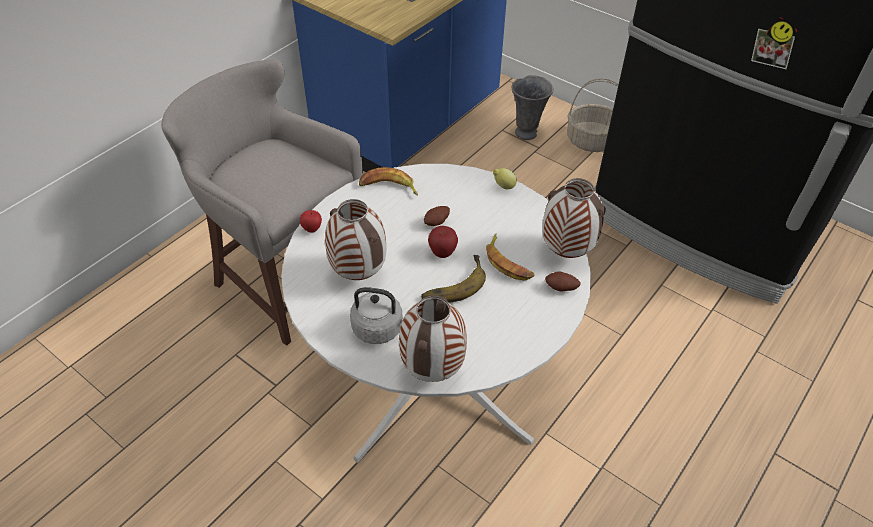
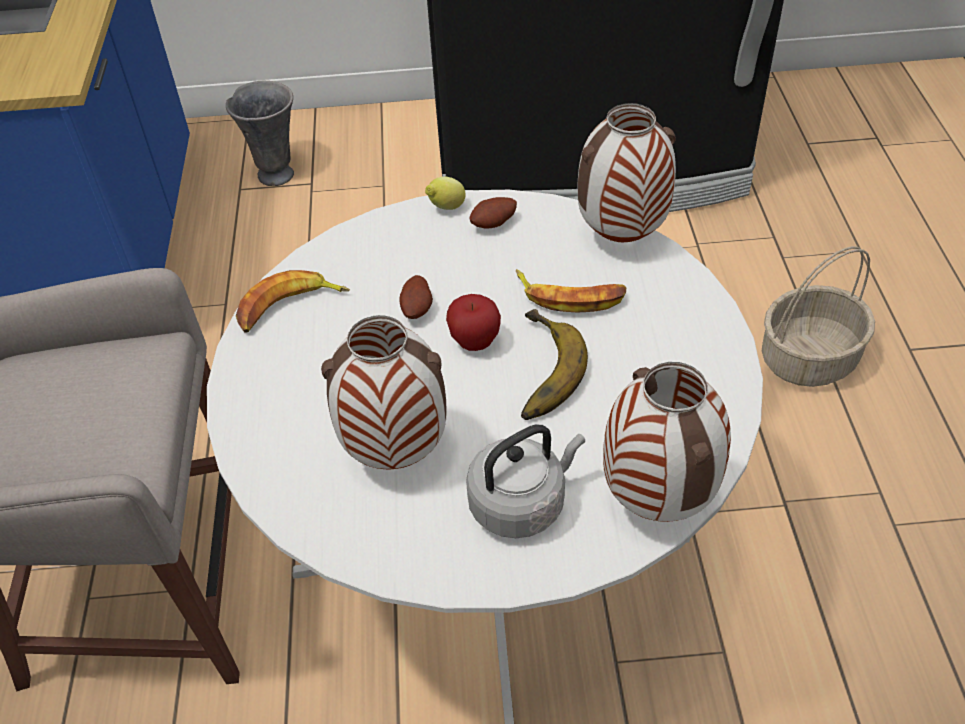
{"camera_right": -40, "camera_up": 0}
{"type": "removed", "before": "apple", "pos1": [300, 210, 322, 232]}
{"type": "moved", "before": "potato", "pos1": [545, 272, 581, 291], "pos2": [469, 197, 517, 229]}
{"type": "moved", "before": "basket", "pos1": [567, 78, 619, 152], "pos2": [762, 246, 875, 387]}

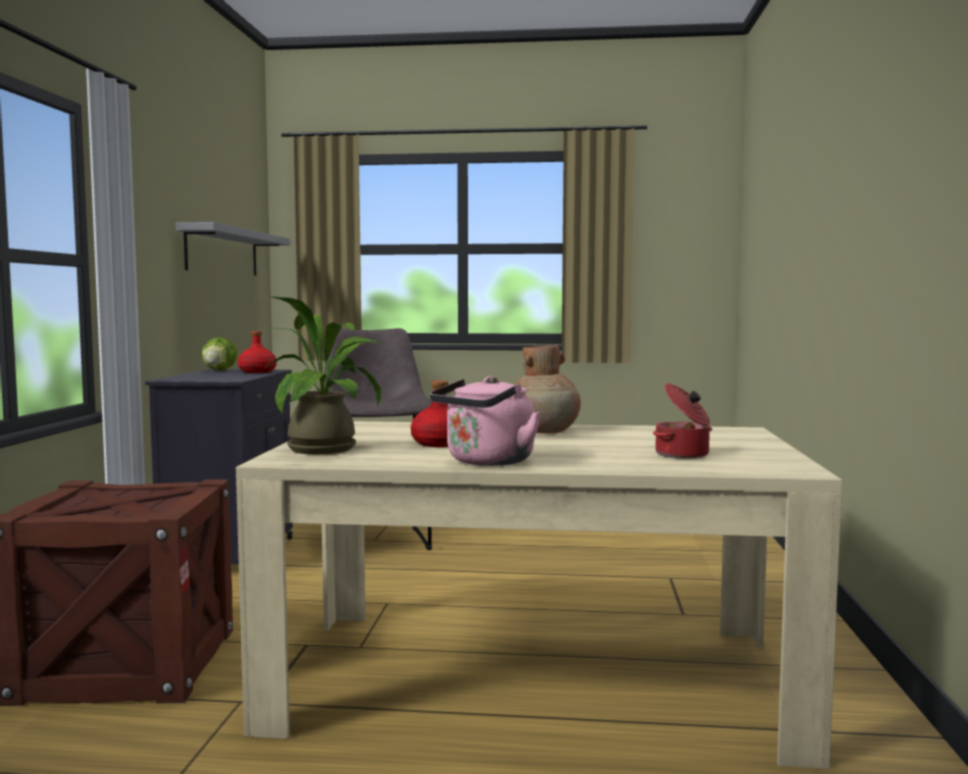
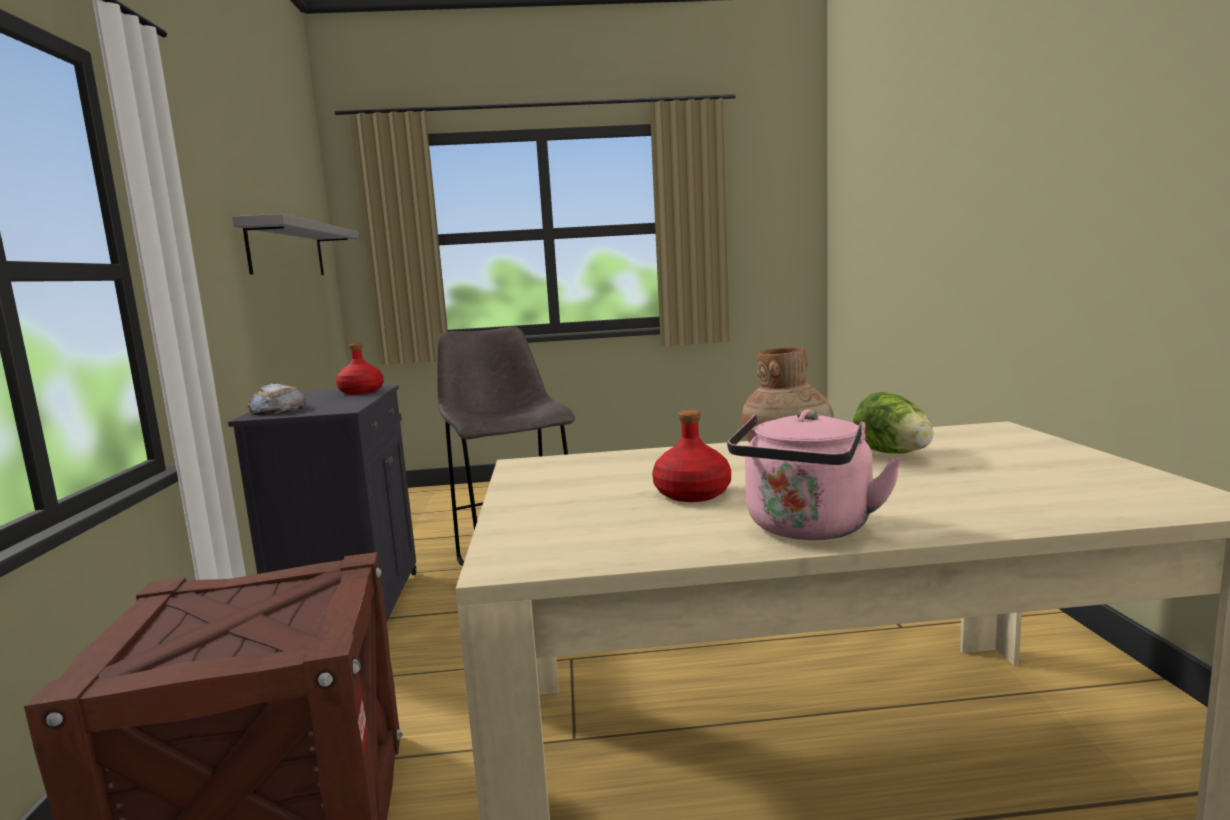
{"camera_right": -10, "camera_up": 5}
{"type": "moved", "before": "lettuce", "pos1": [201, 338, 238, 370], "pos2": [853, 392, 933, 454]}
{"type": "removed", "before": "potted_plant", "pos1": [264, 297, 386, 454]}
{"type": "removed", "before": "cooking_pot", "pos1": [653, 383, 712, 459]}
{"type": "added", "after": "bread", "pos2": [248, 383, 306, 416]}

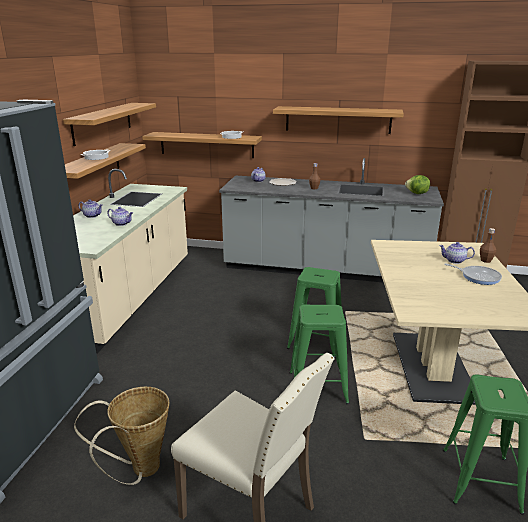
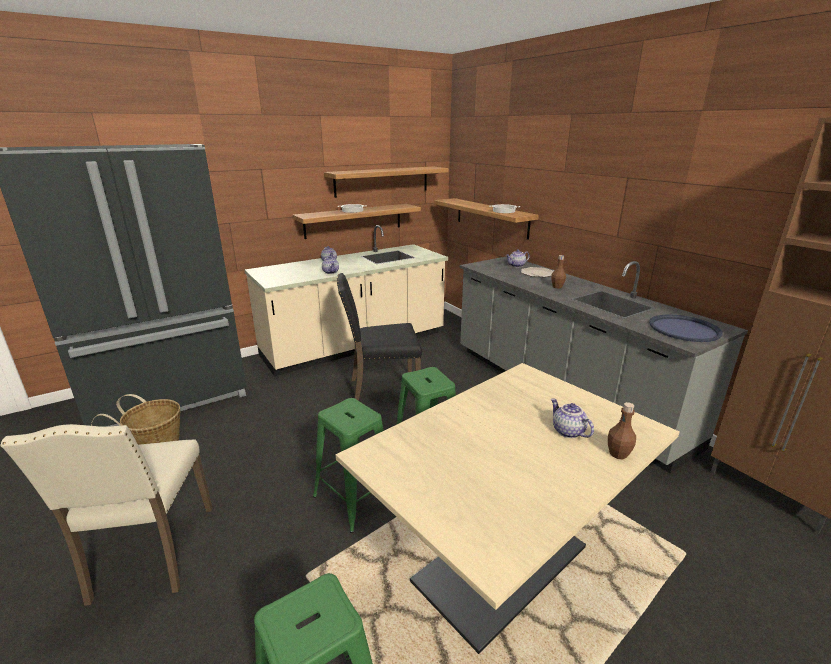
{"camera_right": 45, "camera_up": 0}
{"type": "removed", "before": "shelf", "pos1": [273, 106, 404, 134]}
{"type": "replaced", "before": "lettuce", "after": "blue_tray", "pos1": [405, 175, 430, 194], "pos2": [649, 314, 723, 342]}
{"type": "removed", "before": "frying_pan", "pos1": [444, 264, 502, 285]}
{"type": "added", "after": "black_chair", "pos2": [337, 273, 422, 401]}

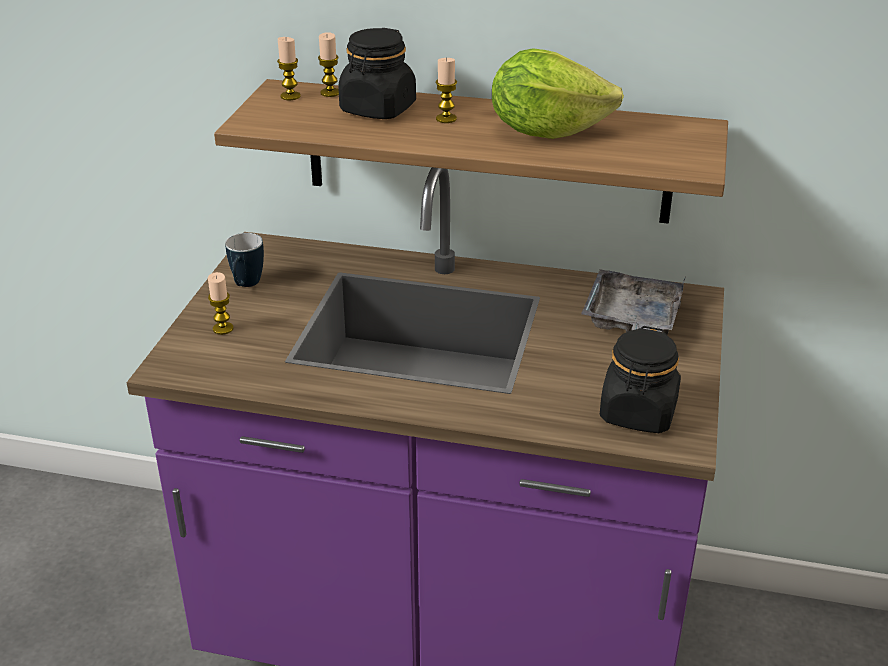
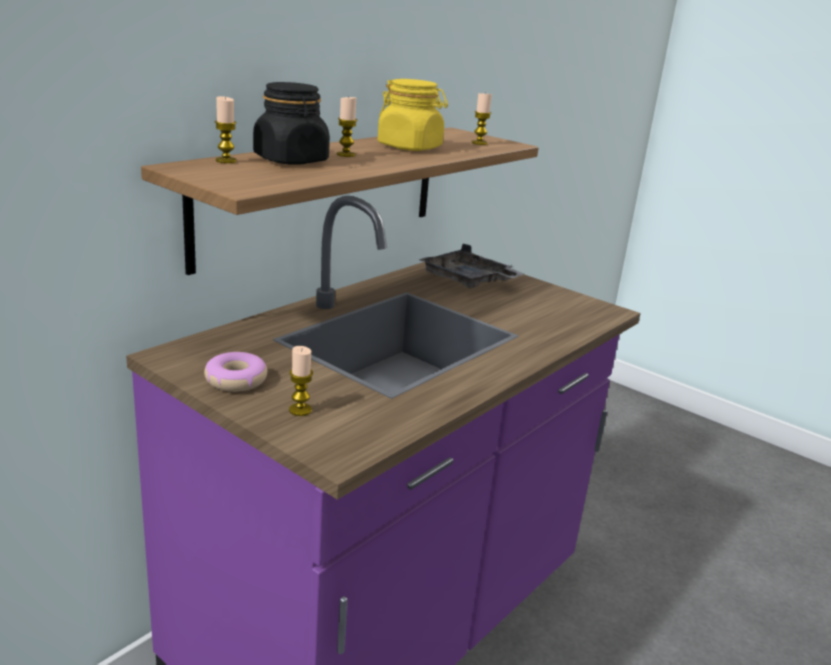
{"camera_right": -65, "camera_up": -10}
{"type": "replaced", "before": "mug", "after": "donut", "pos1": [225, 233, 264, 287], "pos2": [204, 352, 267, 392]}
{"type": "moved", "before": "candle", "pos1": [277, 37, 301, 100], "pos2": [471, 93, 492, 145]}
{"type": "replaced", "before": "lettuce", "after": "yellow_jar", "pos1": [492, 48, 624, 139], "pos2": [378, 79, 448, 151]}
{"type": "removed", "before": "black_jar", "pos1": [600, 326, 681, 433]}

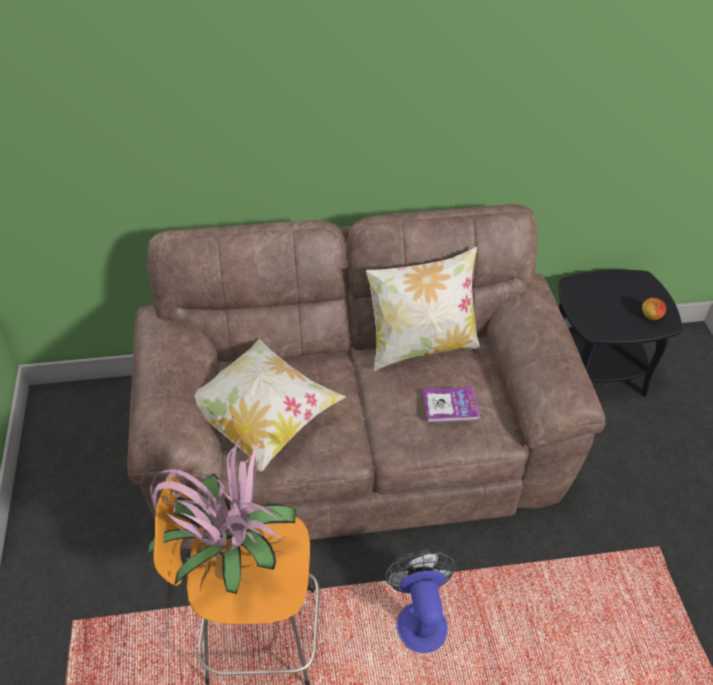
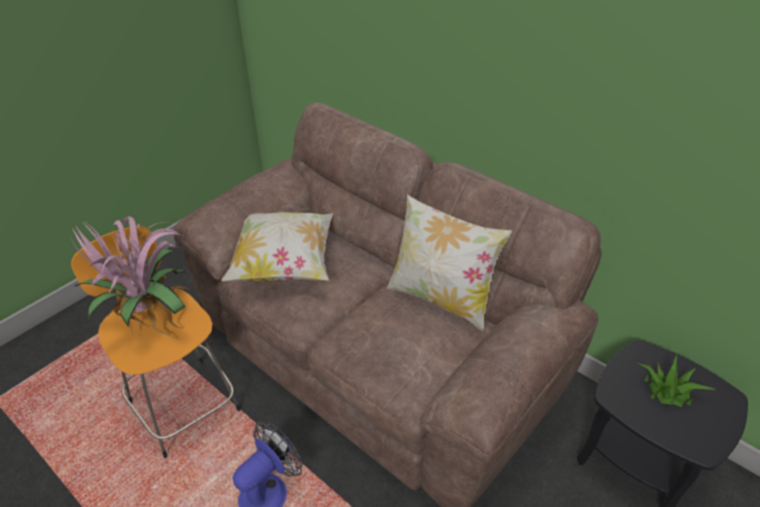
{"camera_right": 50, "camera_up": -5}
{"type": "removed", "before": "book", "pos1": [422, 387, 480, 423]}
{"type": "removed", "before": "apple", "pos1": [642, 298, 666, 320]}
{"type": "added", "after": "potted_plant", "pos2": [639, 355, 716, 407]}

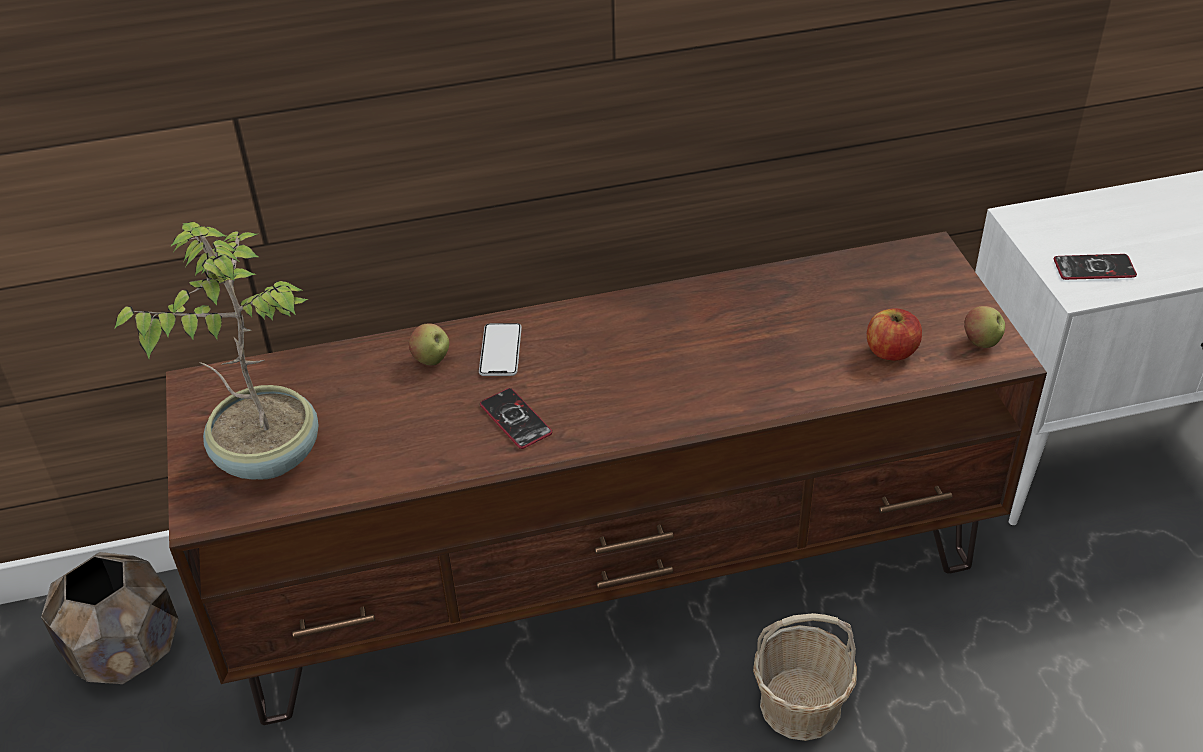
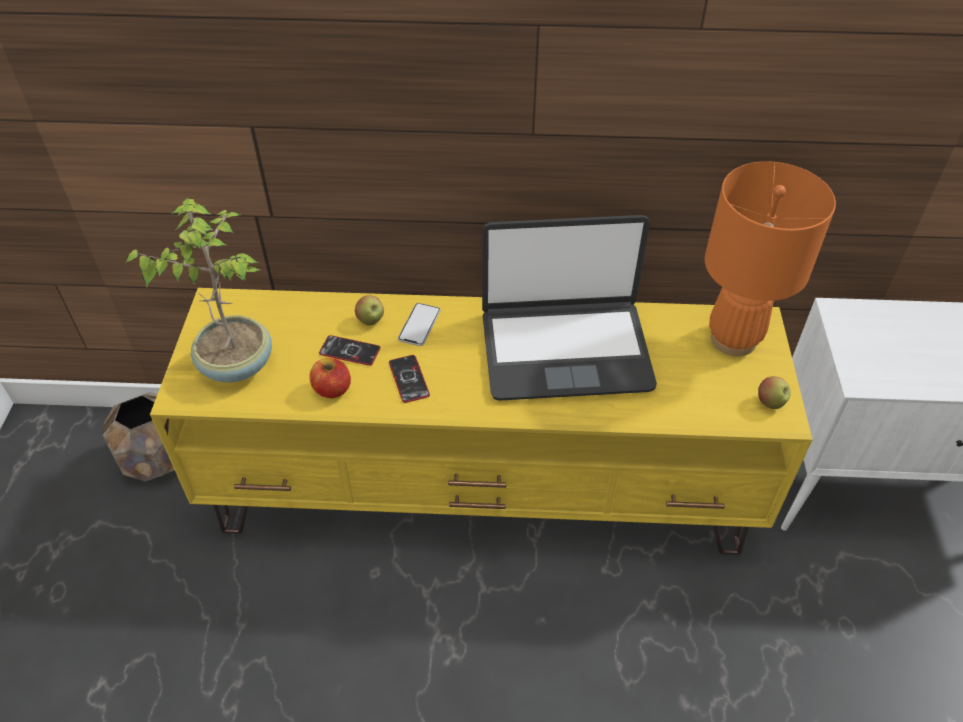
{"camera_right": 15, "camera_up": 5}
{"type": "recoloured", "before": "brown_tv_stand", "after": "yellow_tv_stand", "pos1": [166, 231, 1047, 725], "pos2": [150, 288, 812, 555]}
{"type": "removed", "before": "basket", "pos1": [753, 613, 857, 741]}
{"type": "moved", "before": "apple", "pos1": [867, 308, 922, 361], "pos2": [309, 358, 351, 398]}
{"type": "moved", "before": "phone", "pos1": [1054, 254, 1137, 280], "pos2": [319, 335, 380, 366]}
{"type": "added", "after": "laptop", "pos2": [482, 215, 657, 401]}
{"type": "added", "after": "orange_table_lamp", "pos2": [705, 161, 836, 356]}

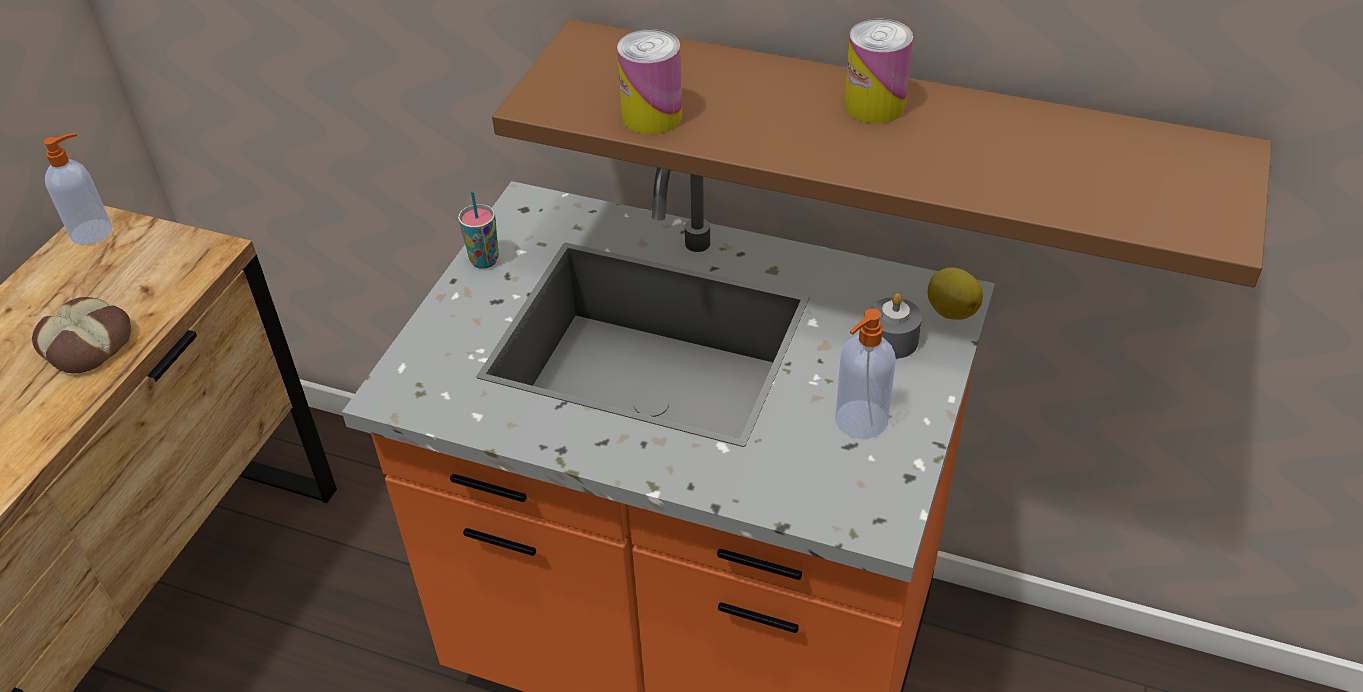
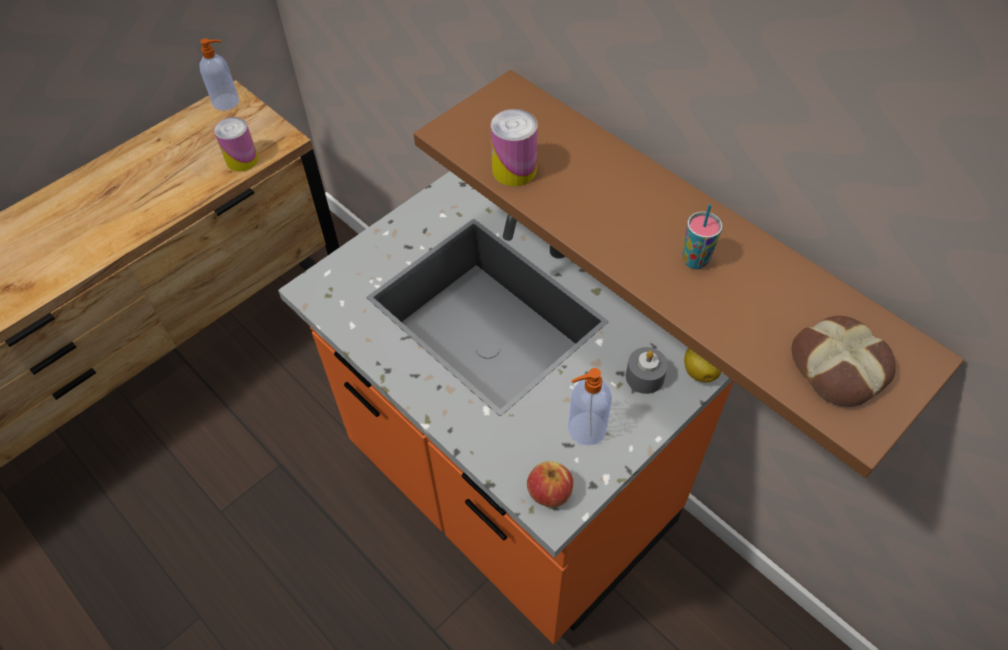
{"camera_right": 25, "camera_up": 10}
{"type": "moved", "before": "bread", "pos1": [32, 297, 131, 373], "pos2": [791, 316, 896, 407]}
{"type": "moved", "before": "cup", "pos1": [458, 191, 499, 269], "pos2": [682, 204, 722, 269]}
{"type": "moved", "before": "can", "pos1": [844, 19, 913, 123], "pos2": [214, 117, 258, 172]}
{"type": "added", "after": "apple", "pos2": [527, 461, 573, 508]}

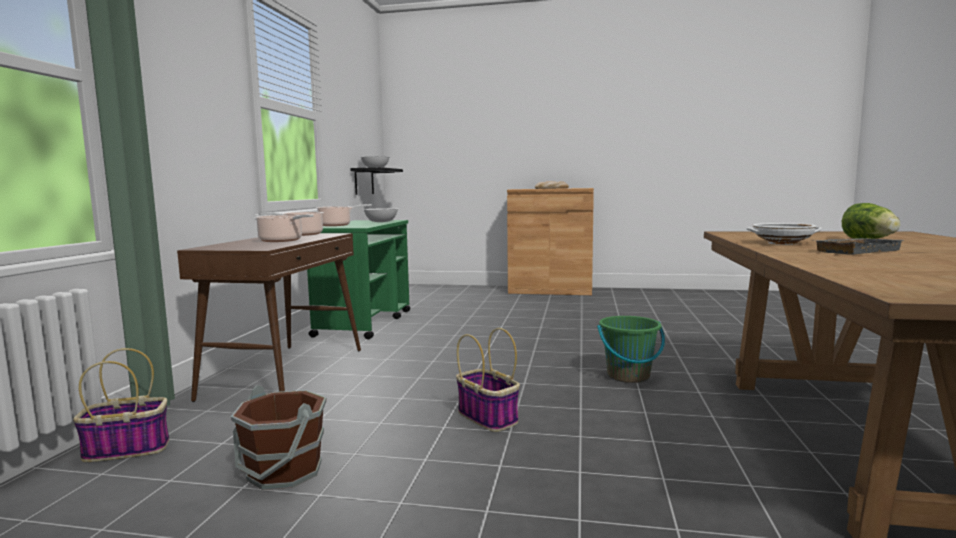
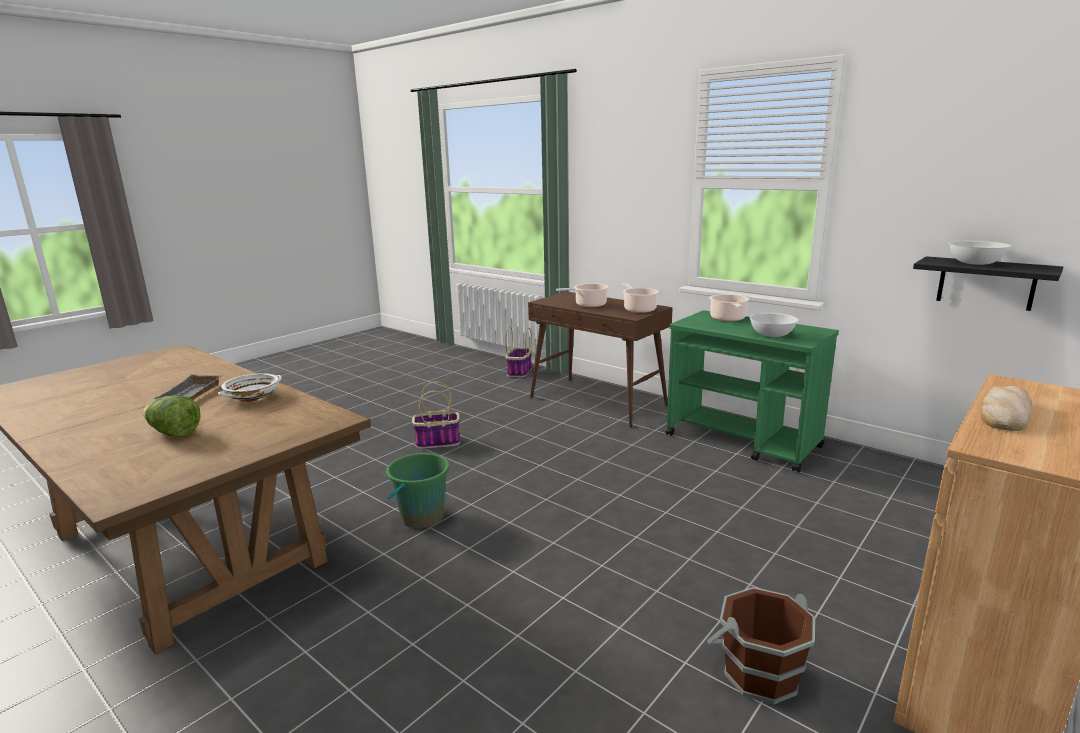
{"camera_right": 120, "camera_up": 10}
{"type": "moved", "before": "brown_bucket", "pos1": [231, 385, 326, 490], "pos2": [707, 587, 815, 705]}

